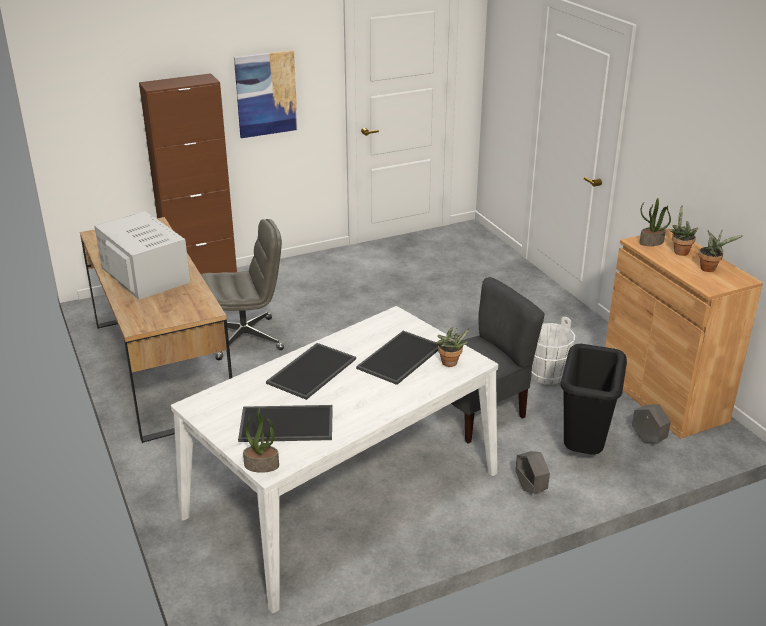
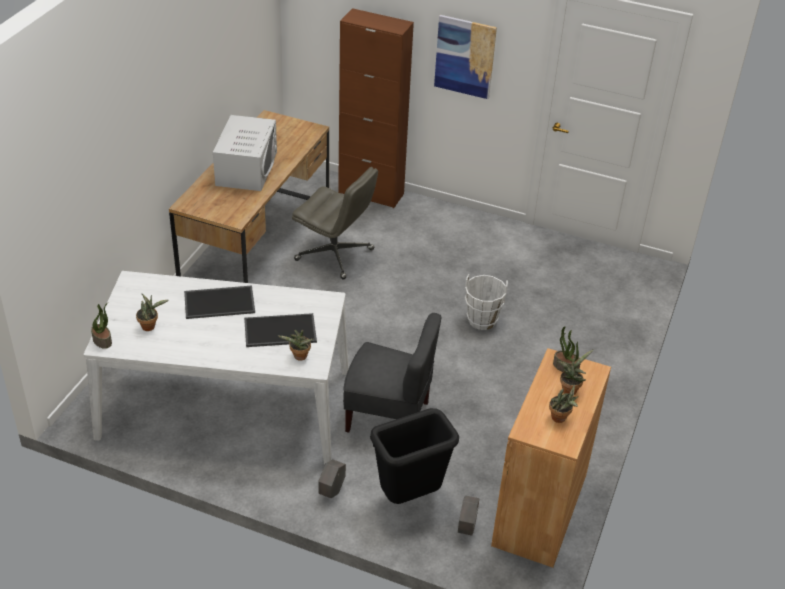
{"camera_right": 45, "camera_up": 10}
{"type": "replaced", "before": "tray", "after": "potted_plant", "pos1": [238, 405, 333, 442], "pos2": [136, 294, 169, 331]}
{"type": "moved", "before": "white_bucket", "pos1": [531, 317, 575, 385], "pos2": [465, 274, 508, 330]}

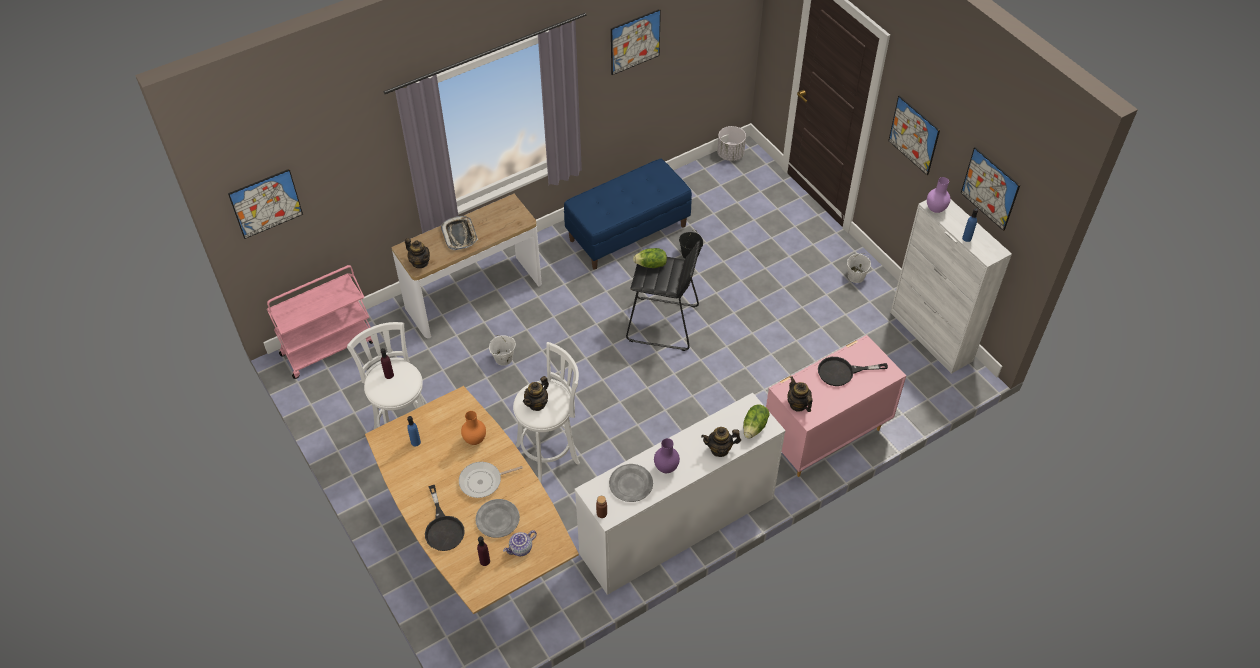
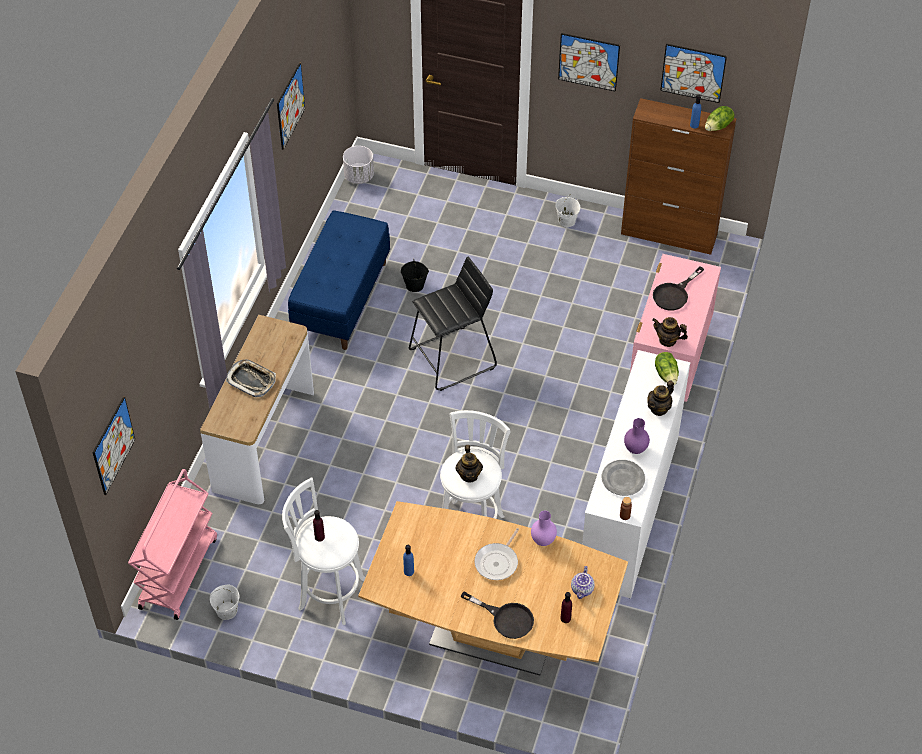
{"camera_right": -40, "camera_up": 0}
{"type": "removed", "before": "teapot", "pos1": [405, 238, 430, 268]}
{"type": "removed", "before": "orange_vase", "pos1": [461, 411, 486, 445]}
{"type": "removed", "before": "grey_plate", "pos1": [475, 499, 520, 538]}
{"type": "moved", "before": "white_bucket", "pos1": [489, 335, 516, 366], "pos2": [210, 585, 239, 620]}
{"type": "moved", "before": "lettuce", "pos1": [633, 248, 667, 268], "pos2": [705, 106, 734, 131]}
{"type": "recoloured", "before": "white_cabinet", "after": "brown_cabinet", "pos1": [890, 200, 1012, 374], "pos2": [621, 98, 737, 255]}
{"type": "moved", "before": "purple_vase", "pos1": [927, 177, 951, 213], "pos2": [531, 511, 557, 546]}

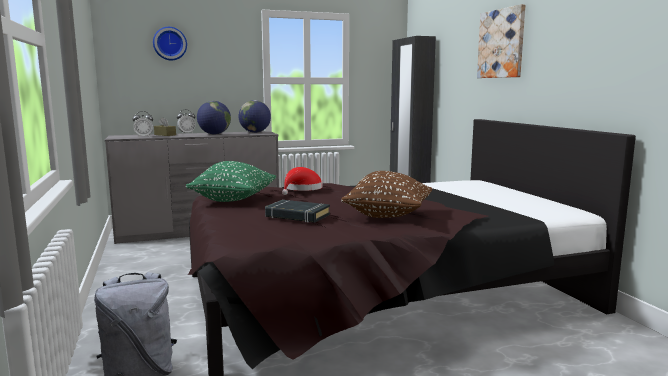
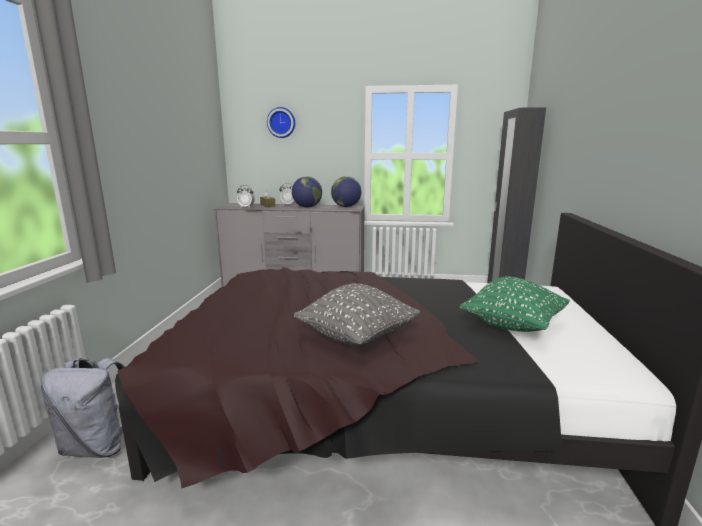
{"camera_right": 25, "camera_up": 5}
{"type": "moved", "before": "green_pillow", "pos1": [186, 161, 276, 202], "pos2": [460, 277, 570, 332]}
{"type": "removed", "before": "black_book", "pos1": [265, 200, 330, 223]}
{"type": "removed", "before": "red_hat", "pos1": [282, 167, 322, 195]}
{"type": "recoloured", "before": "brown_pillow", "after": "grey_pillow", "pos1": [341, 171, 432, 218], "pos2": [294, 283, 420, 345]}
{"type": "removed", "before": "picture", "pos1": [477, 4, 526, 78]}

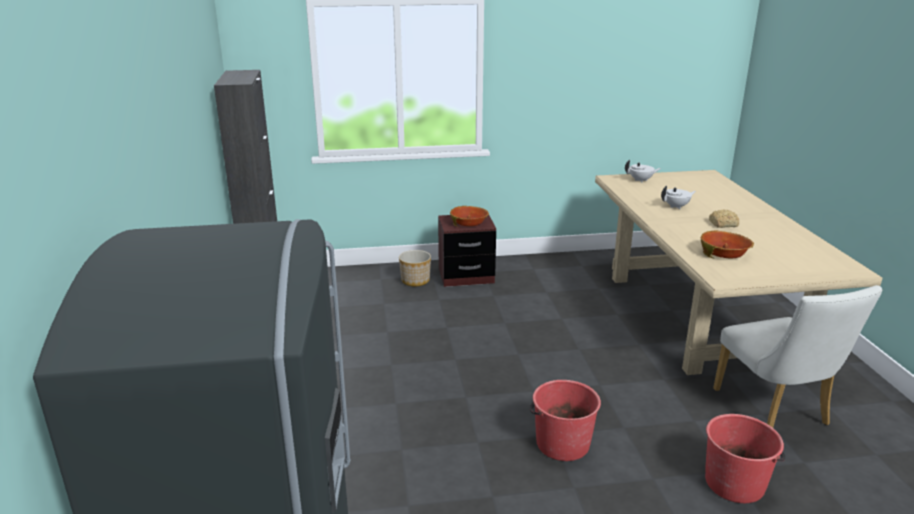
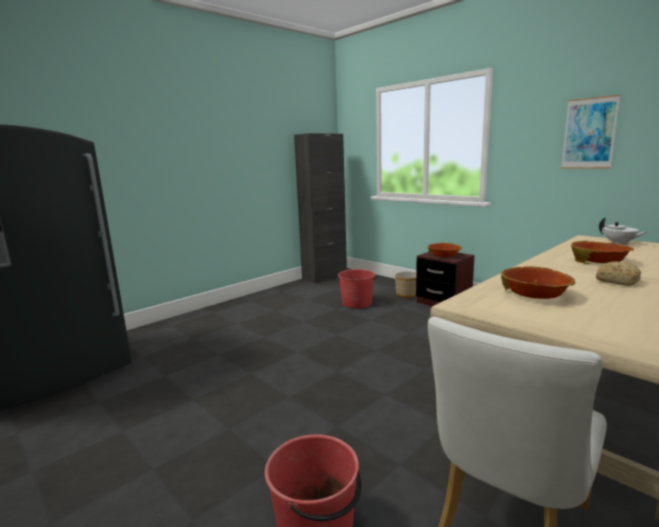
{"camera_right": 55, "camera_up": -10}
{"type": "moved", "before": "red_bucket", "pos1": [530, 380, 601, 461], "pos2": [338, 269, 377, 308]}
{"type": "replaced", "before": "white_teapot", "after": "bowl", "pos1": [661, 186, 696, 209], "pos2": [571, 241, 634, 264]}
{"type": "added", "after": "picture", "pos2": [561, 95, 620, 169]}

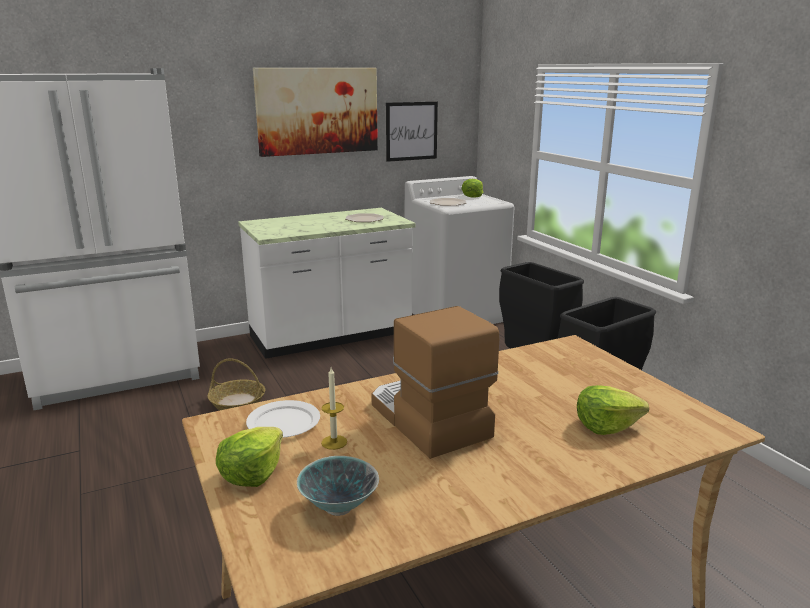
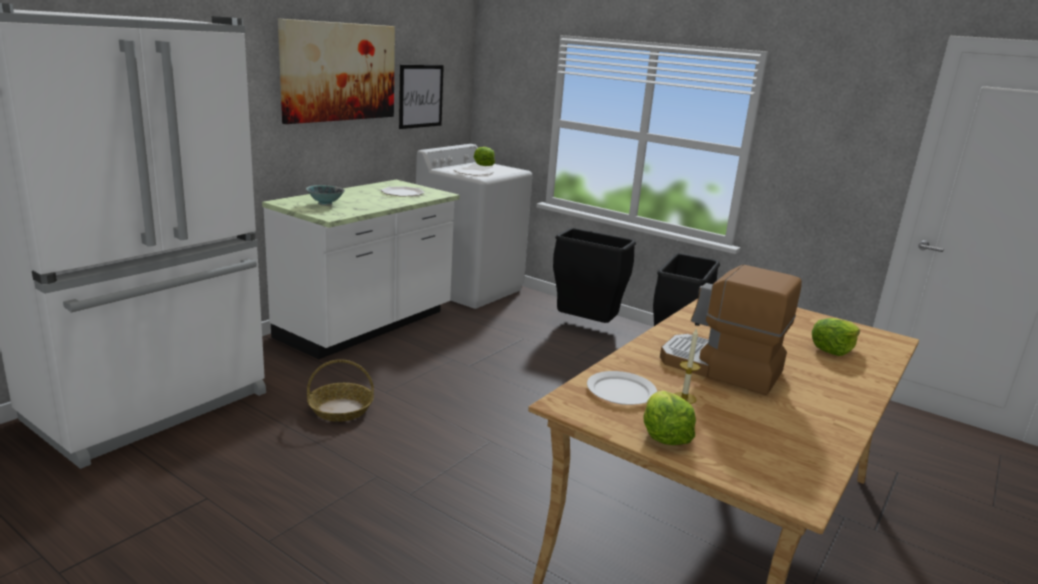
{"camera_right": -30, "camera_up": 0}
{"type": "moved", "before": "bowl", "pos1": [297, 456, 379, 516], "pos2": [306, 185, 345, 206]}

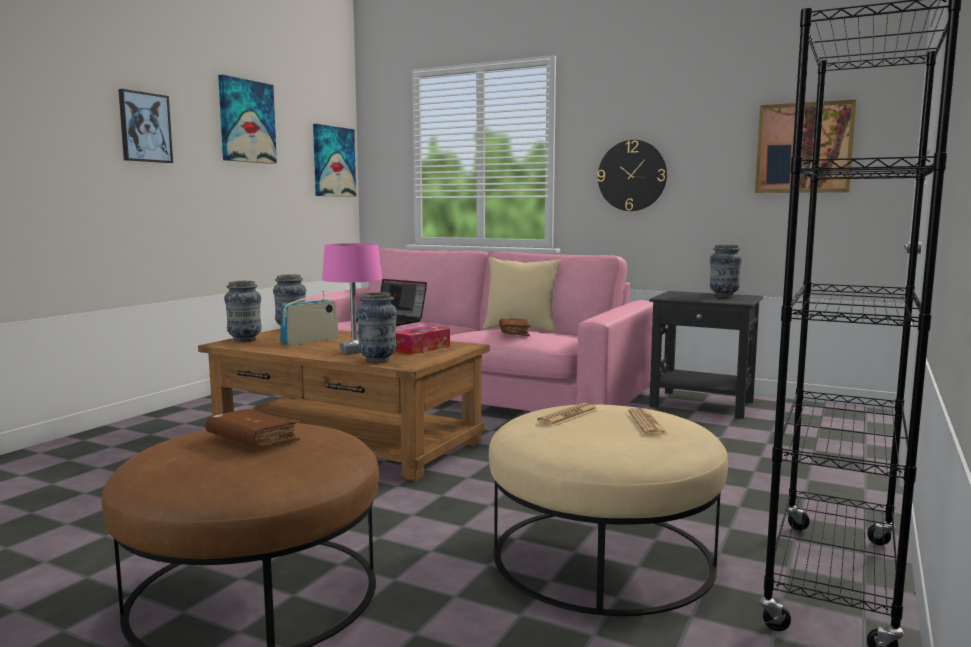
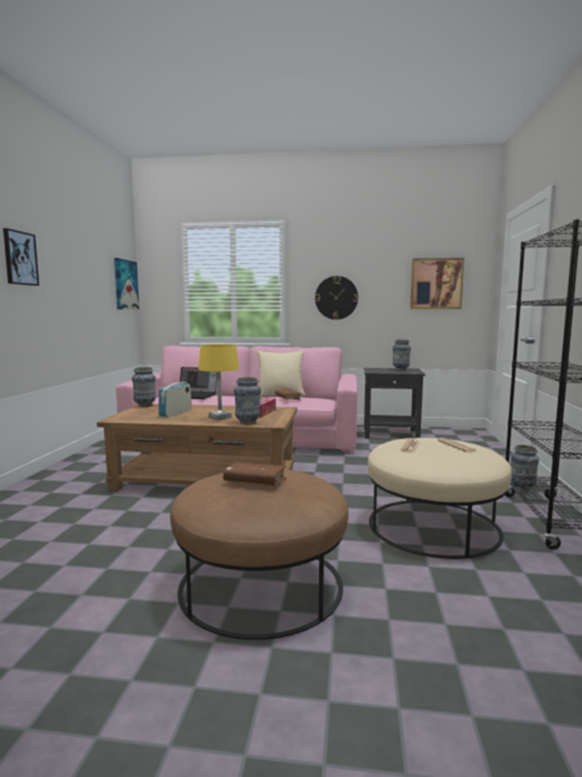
{"camera_right": -20, "camera_up": 0}
{"type": "removed", "before": "picture", "pos1": [218, 75, 277, 164]}
{"type": "moved", "before": "vase", "pos1": [224, 281, 262, 342], "pos2": [511, 445, 539, 491]}
{"type": "recoloured", "before": "pink_table_lamp", "after": "yellow_table_lamp", "pos1": [322, 243, 382, 354], "pos2": [199, 344, 239, 420]}

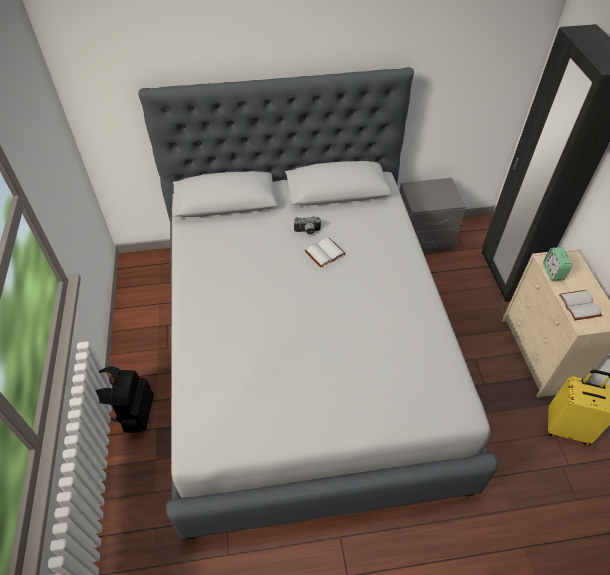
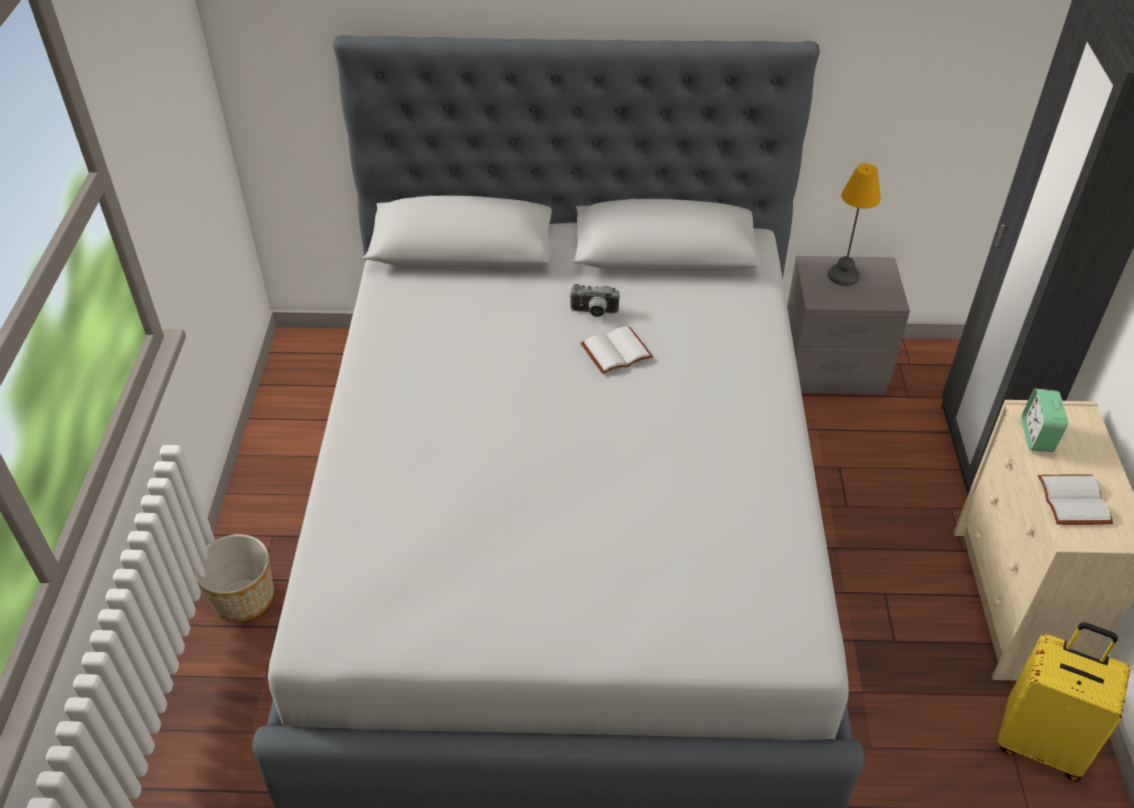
{"camera_right": 10, "camera_up": -5}
{"type": "replaced", "before": "black_backpack", "after": "planter", "pos1": [96, 366, 154, 433], "pos2": [194, 534, 274, 622]}
{"type": "added", "after": "table_lamp", "pos2": [828, 163, 881, 286]}

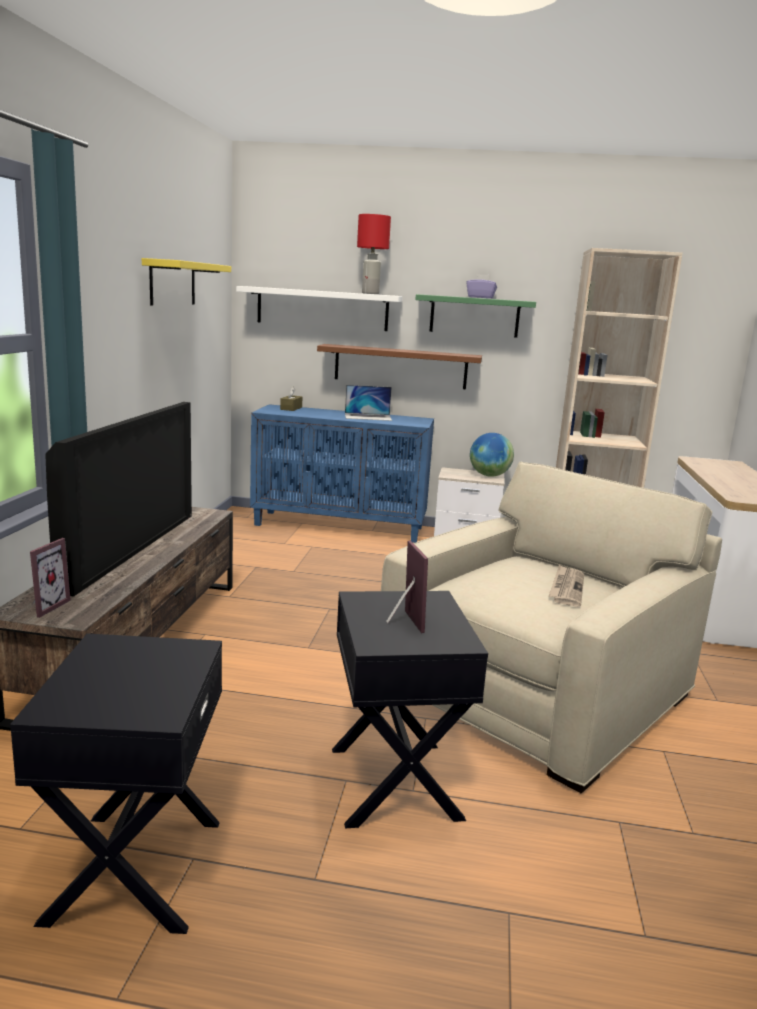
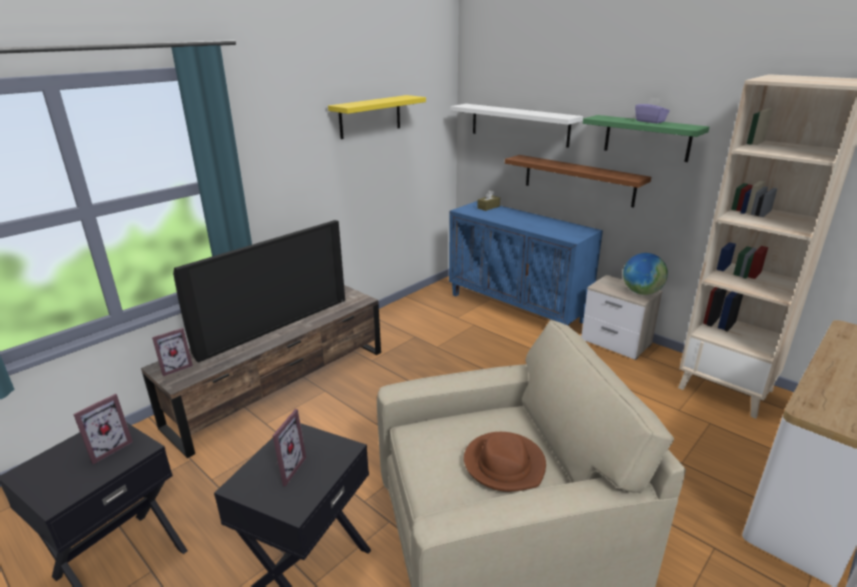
{"camera_right": 35, "camera_up": 10}
{"type": "removed", "before": "laptop", "pos1": [345, 385, 392, 421]}
{"type": "removed", "before": "red_table_lamp", "pos1": [357, 214, 391, 294]}
{"type": "replaced", "before": "newspaper", "after": "brown_hat", "pos1": [549, 565, 584, 607], "pos2": [464, 432, 546, 492]}
{"type": "added", "after": "picture_frame", "pos2": [73, 394, 133, 464]}

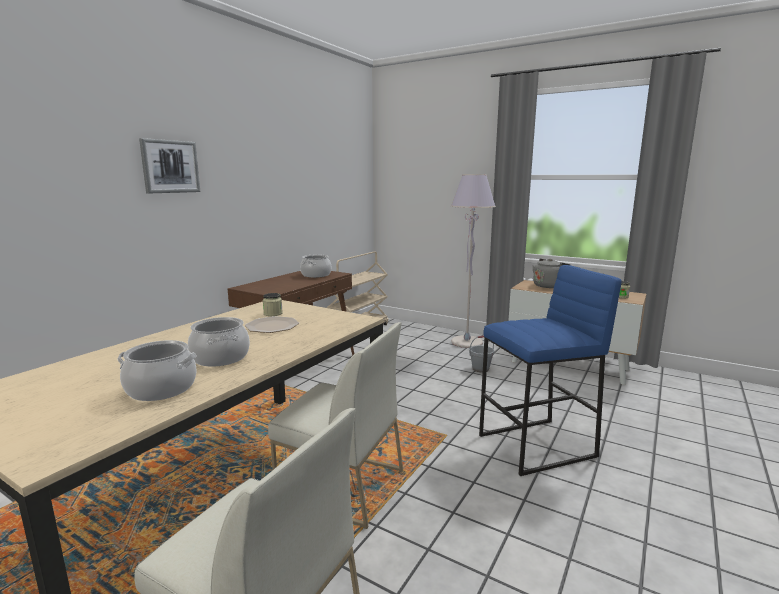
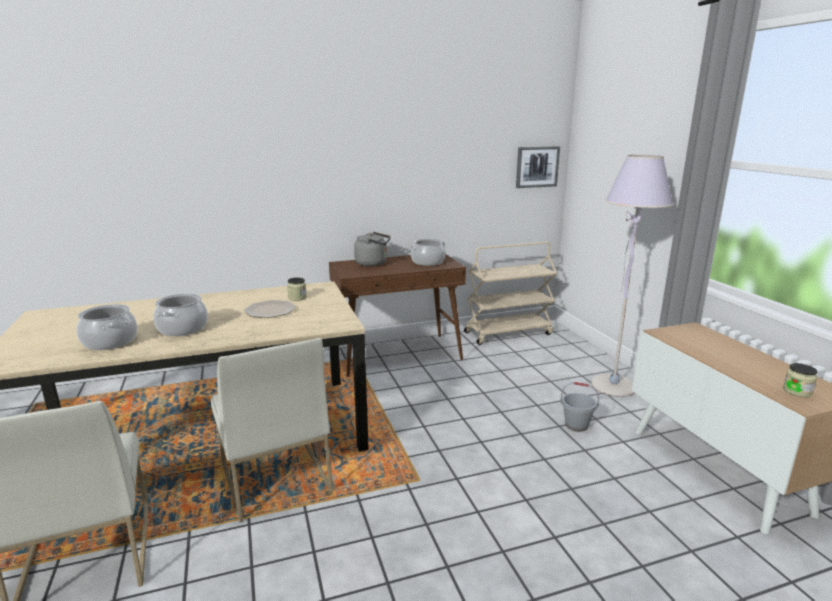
{"camera_right": 40, "camera_up": 5}
{"type": "moved", "before": "picture", "pos1": [139, 138, 200, 193], "pos2": [516, 146, 560, 188]}
{"type": "removed", "before": "blue_stool", "pos1": [479, 265, 621, 476]}
{"type": "moved", "before": "grey_kettle", "pos1": [532, 259, 571, 288], "pos2": [354, 232, 391, 266]}

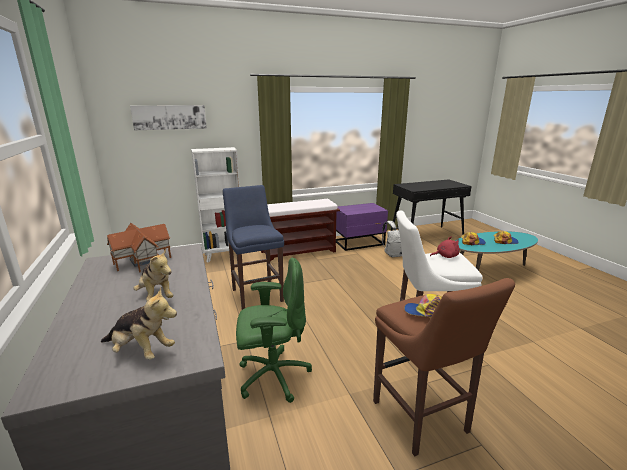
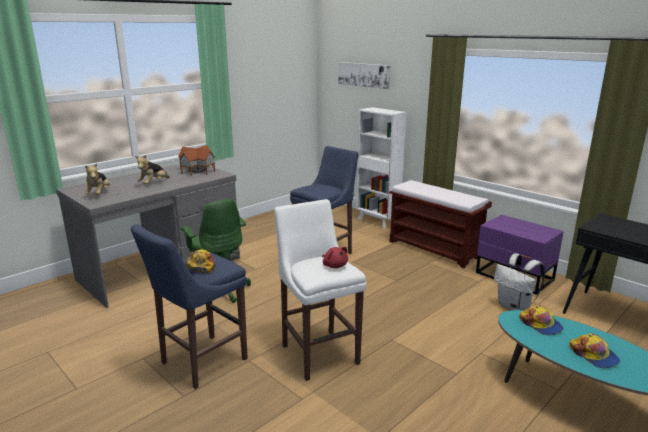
{"camera_right": 65, "camera_up": 0}
{"type": "recoloured", "before": "brown_stool", "after": "blue_stool", "pos1": [373, 278, 515, 457], "pos2": [131, 224, 248, 389]}

